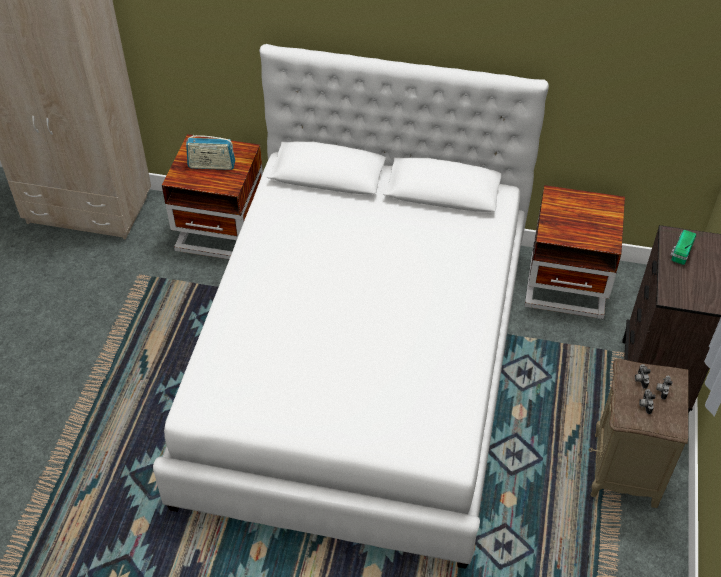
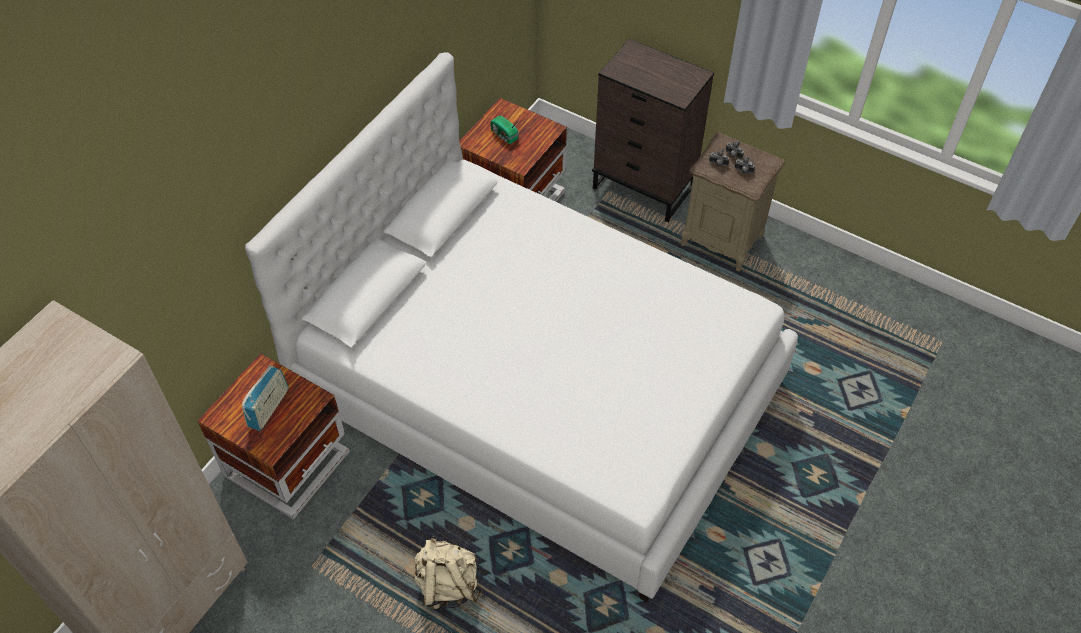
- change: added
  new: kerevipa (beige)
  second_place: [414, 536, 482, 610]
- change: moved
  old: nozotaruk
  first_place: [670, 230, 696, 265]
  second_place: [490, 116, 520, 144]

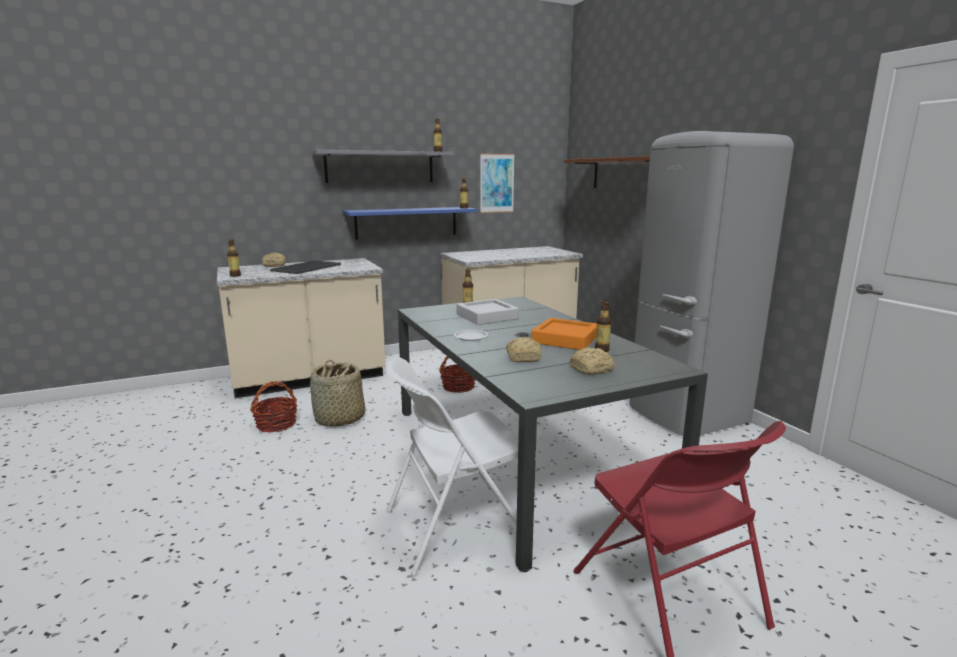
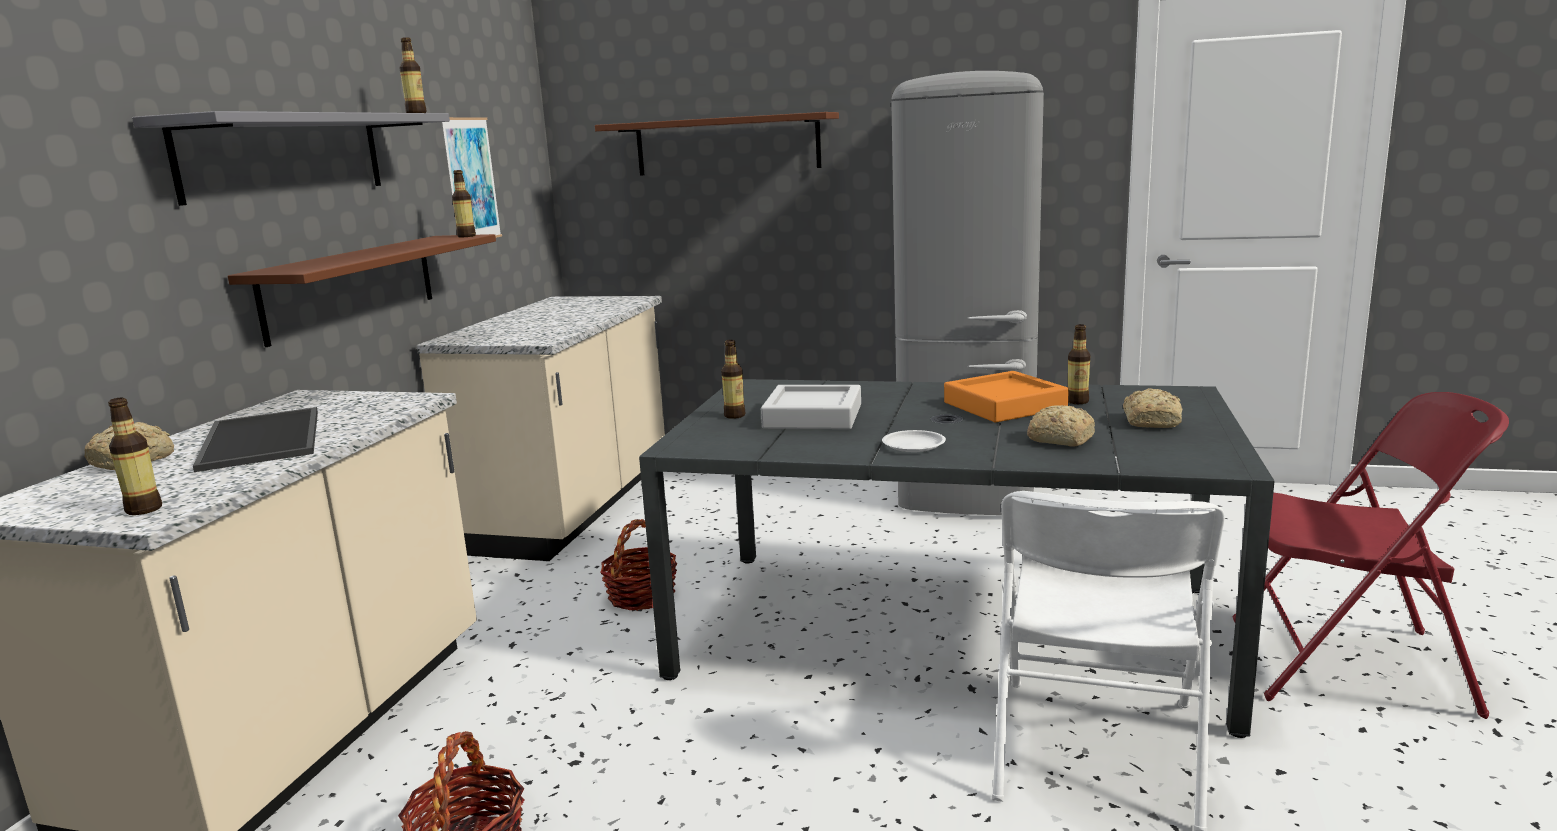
- change: removed
  old: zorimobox
  first_place: [310, 360, 365, 427]
- change: recoloured
  old: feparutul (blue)
  new: feparutul (brown)
  first_place: [343, 207, 477, 240]
  second_place: [228, 234, 496, 347]

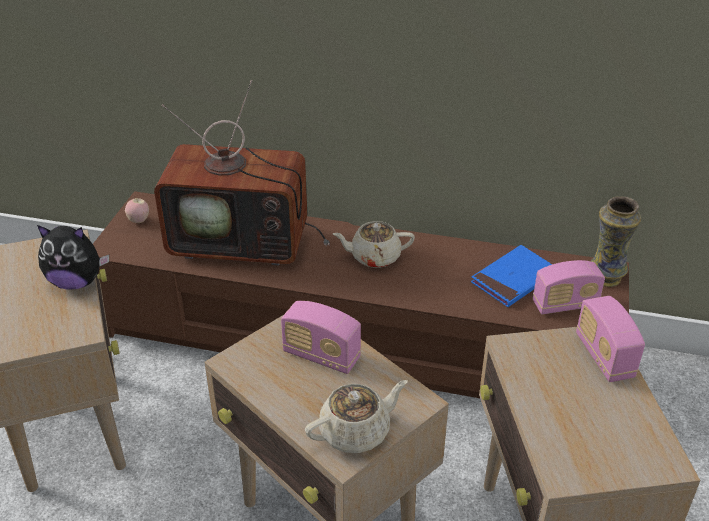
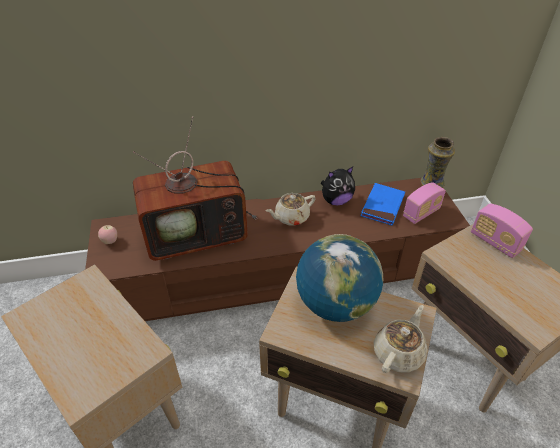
- change: moved
  old: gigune
  first_place: [37, 225, 109, 290]
  second_place: [321, 167, 355, 205]
- change: replaced
  old: nozotaruk
  new: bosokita
  first_place: [281, 301, 361, 374]
  second_place: [296, 234, 383, 322]

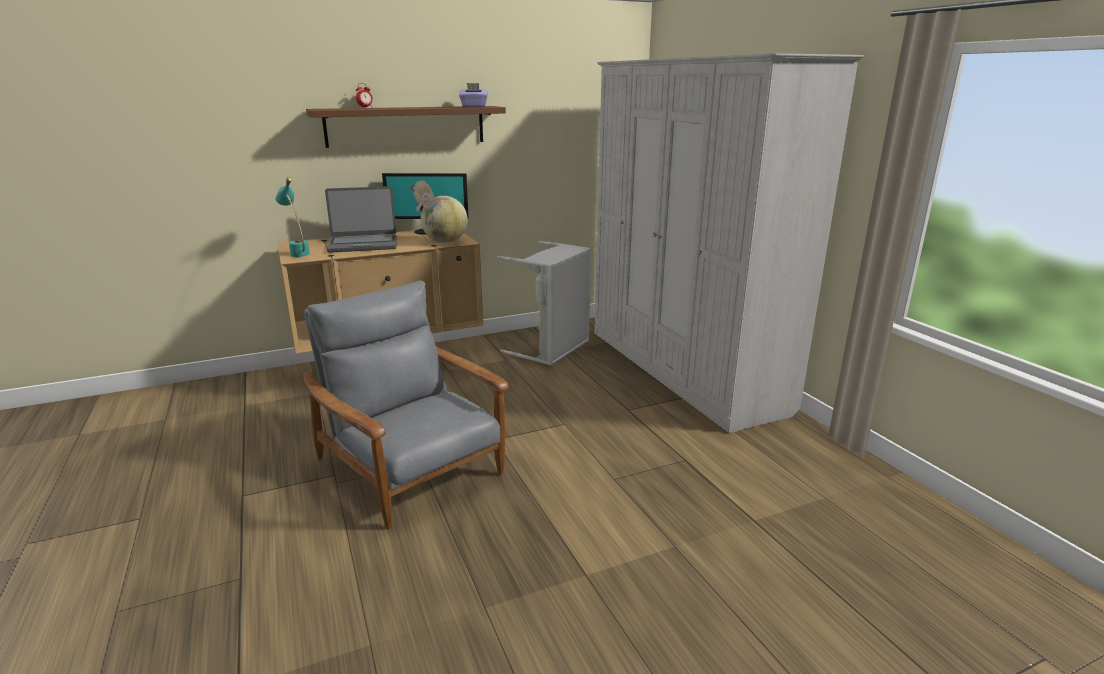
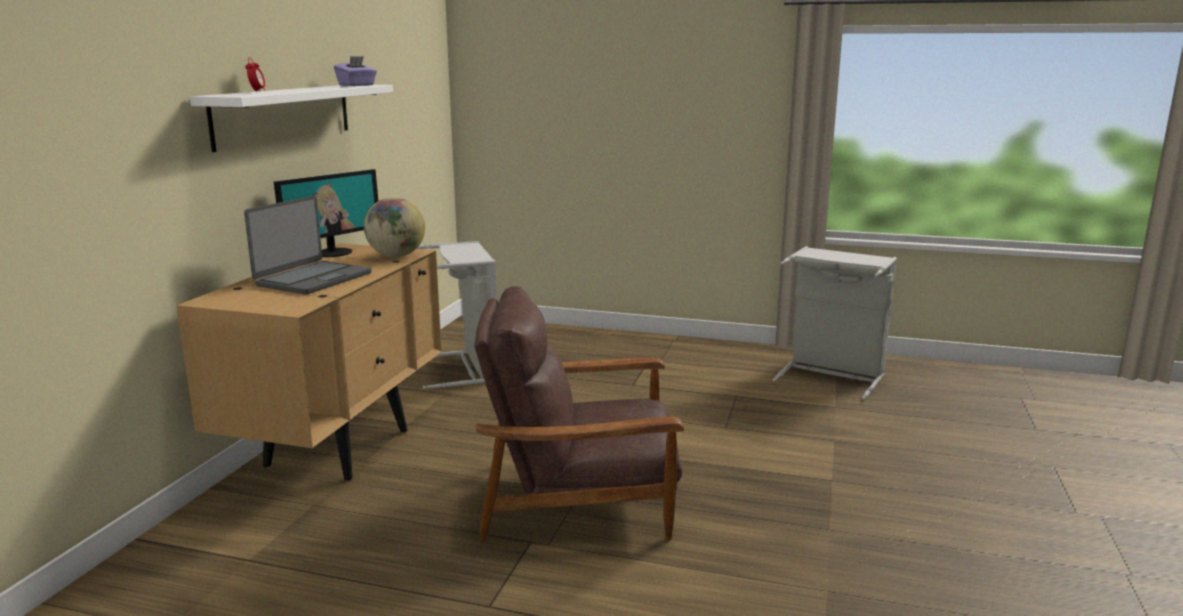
- change: removed
  old: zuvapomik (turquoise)
  first_place: [275, 177, 310, 257]
- change: removed
  old: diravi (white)
  first_place: [594, 53, 863, 433]
- change: added
  new: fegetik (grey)
  second_place: [773, 246, 897, 400]
- change: recoloured
  old: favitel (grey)
  new: favitel (brown)
  first_place: [303, 280, 509, 529]
  second_place: [474, 286, 684, 543]
- change: recoloured
  old: feparutul (brown)
  new: feparutul (white)
  first_place: [306, 106, 506, 148]
  second_place: [190, 85, 393, 152]

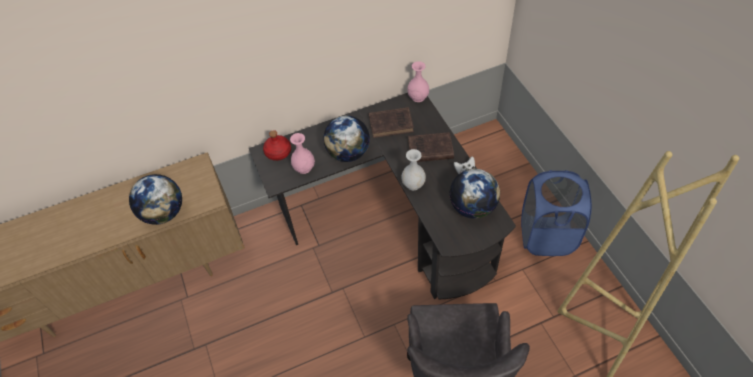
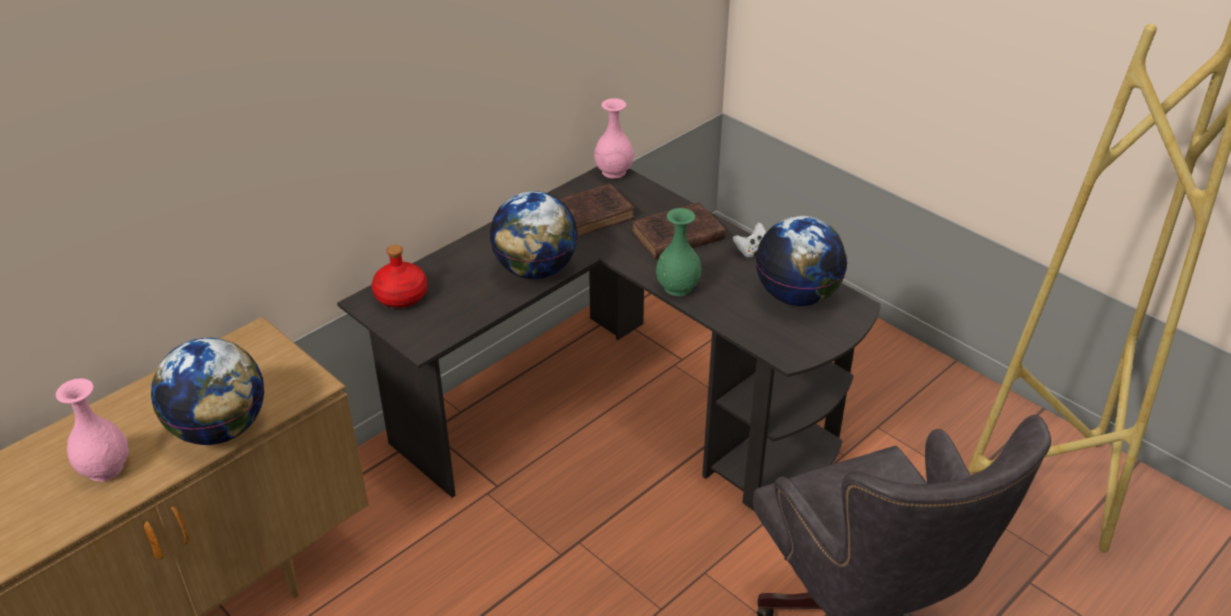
- change: removed
  old: fegetik (blue)
  first_place: [521, 170, 592, 256]
- change: moved
  old: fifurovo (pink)
  first_place: [290, 133, 315, 174]
  second_place: [56, 378, 129, 482]
- change: recoloured
  old: fifurovo (white)
  new: fifurovo (green)
  first_place: [401, 149, 426, 190]
  second_place: [656, 208, 701, 296]

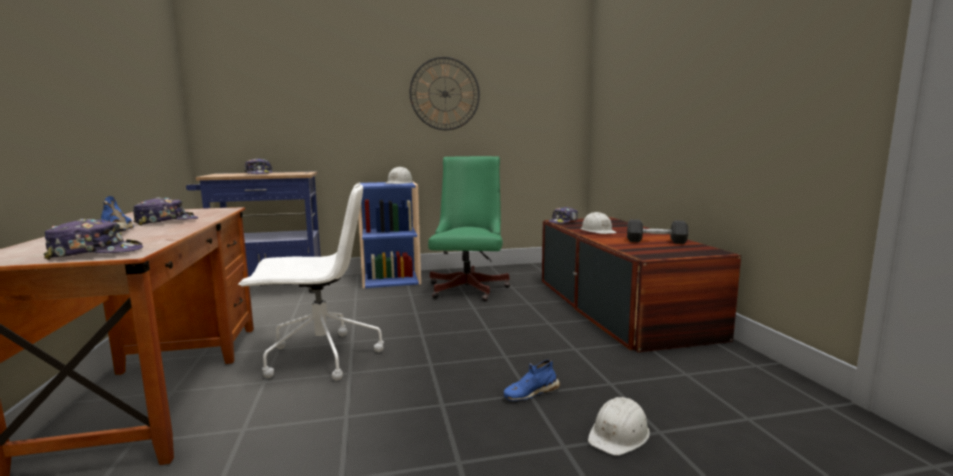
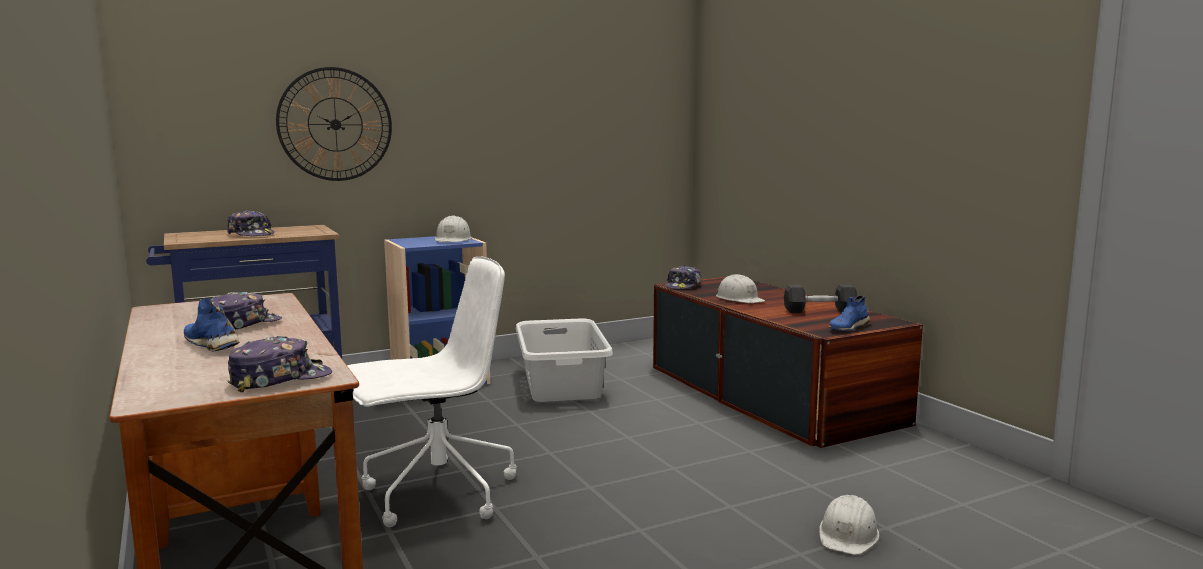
- change: moved
  old: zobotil
  first_place: [409, 57, 480, 130]
  second_place: [276, 67, 392, 181]
- change: moved
  old: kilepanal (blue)
  first_place: [503, 360, 560, 401]
  second_place: [828, 295, 871, 331]
- change: replaced
  old: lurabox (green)
  new: fegetik (grey)
  first_place: [428, 156, 510, 301]
  second_place: [516, 318, 613, 402]

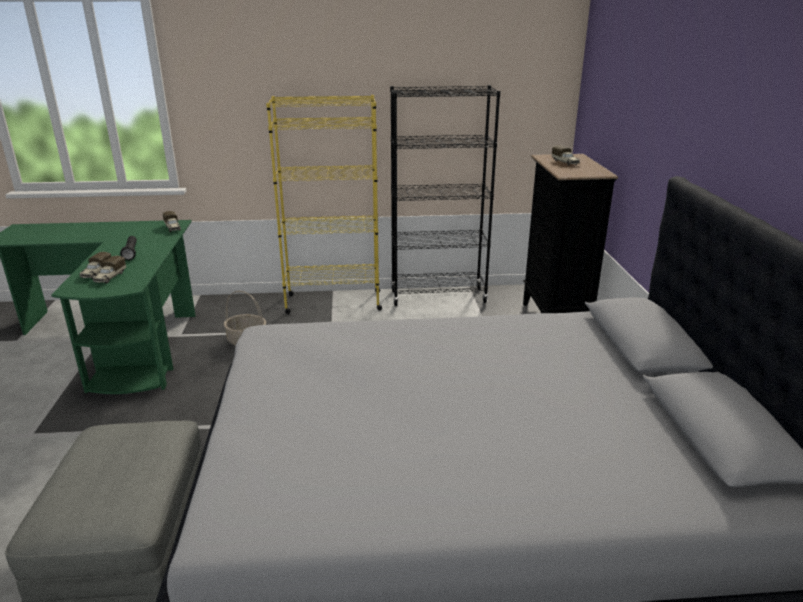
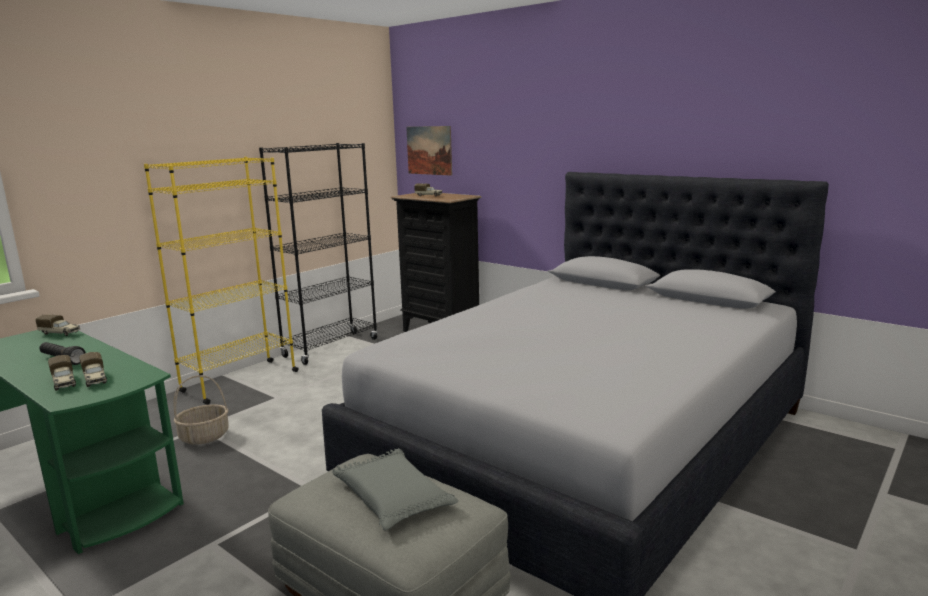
- change: added
  new: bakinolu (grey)
  second_place: [332, 448, 458, 531]
- change: added
  new: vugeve
  second_place: [406, 126, 452, 176]

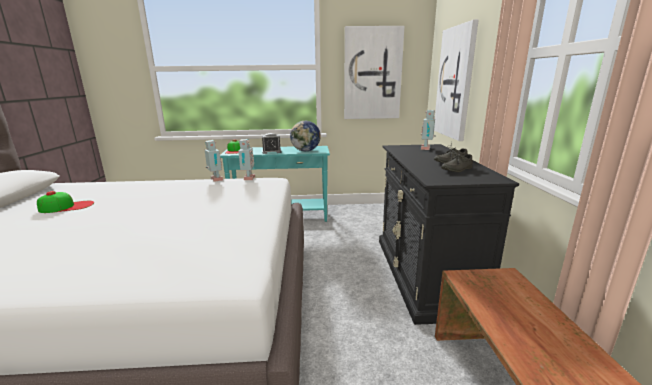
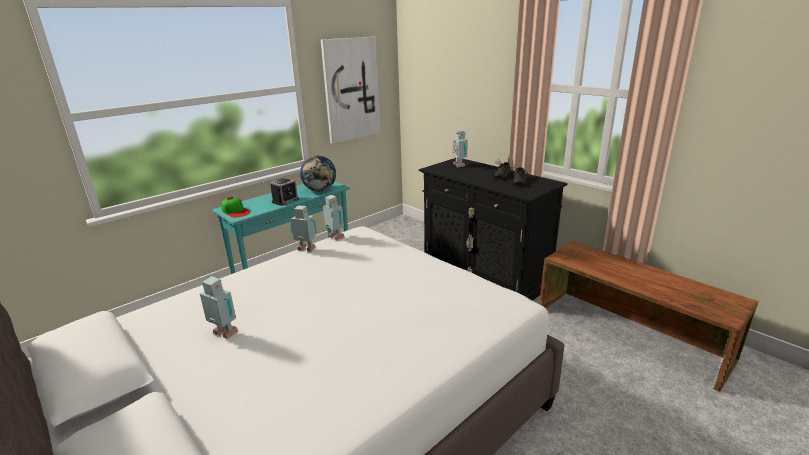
- change: removed
  old: vugeve
  first_place: [434, 19, 479, 141]
- change: replaced
  old: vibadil
  new: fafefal
  first_place: [37, 191, 94, 213]
  second_place: [200, 276, 239, 339]

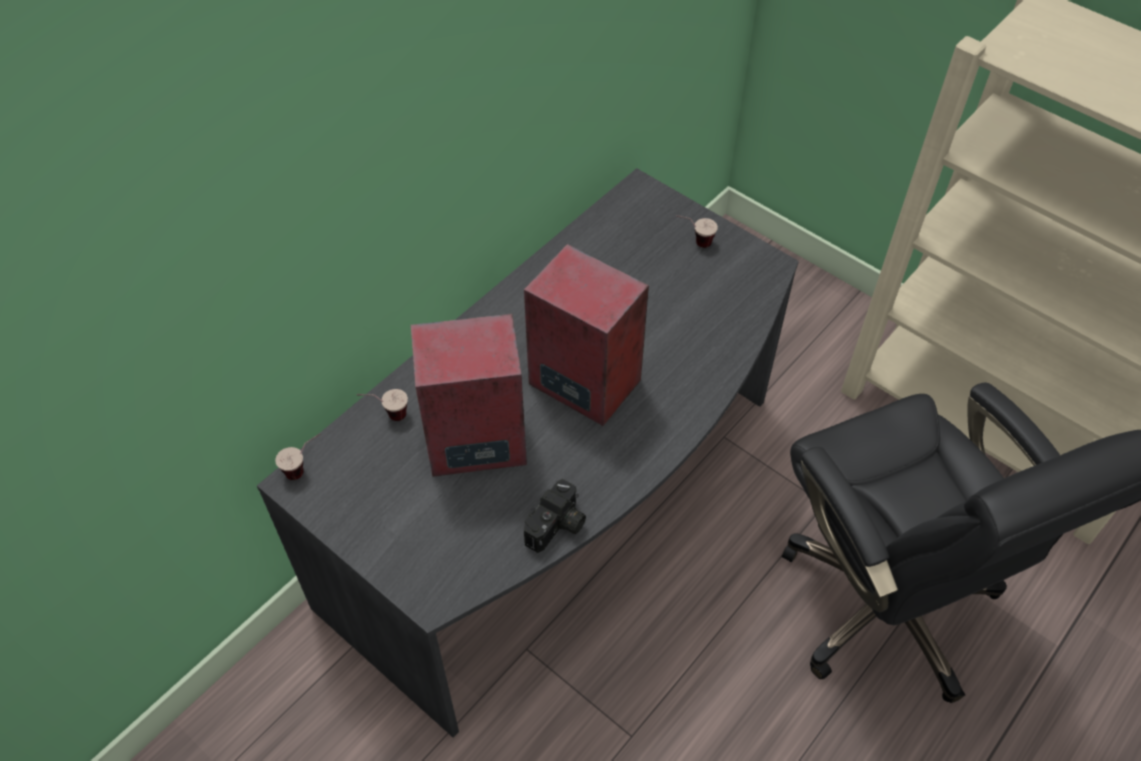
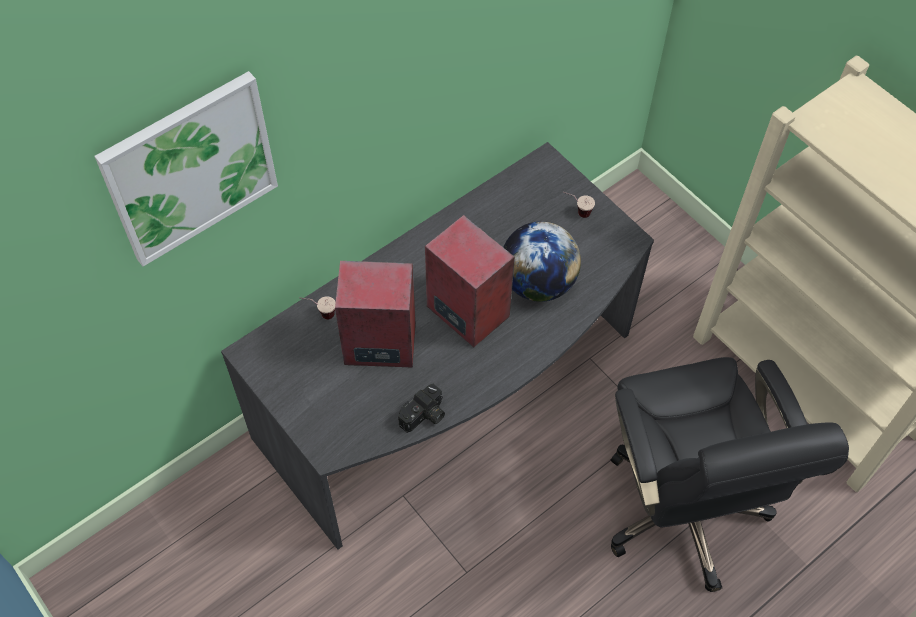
- change: removed
  old: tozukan
  first_place: [275, 433, 320, 480]
- change: added
  new: vugeve
  second_place: [94, 71, 278, 266]
- change: added
  new: bosokita
  second_place: [503, 221, 581, 302]

